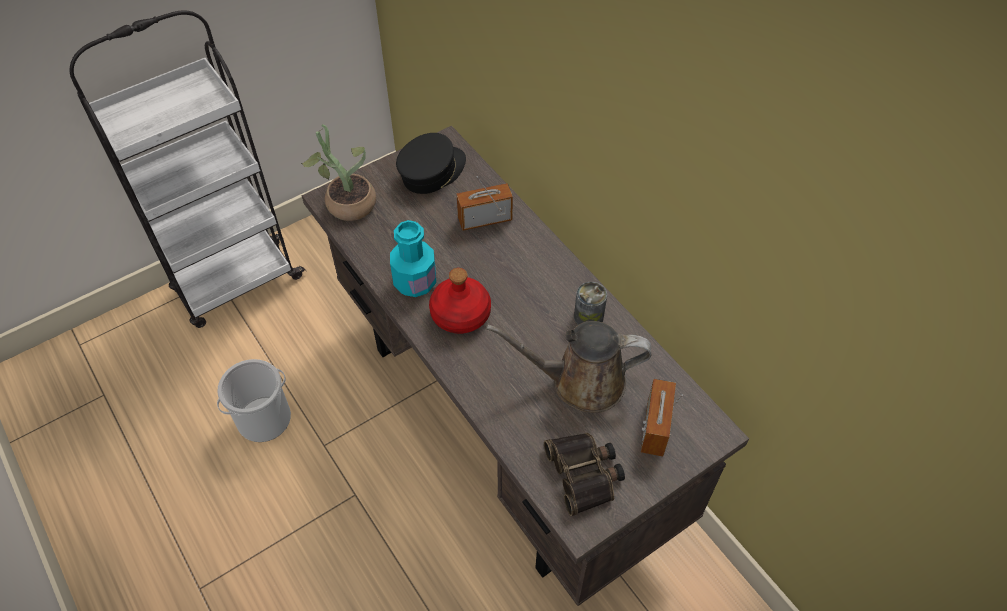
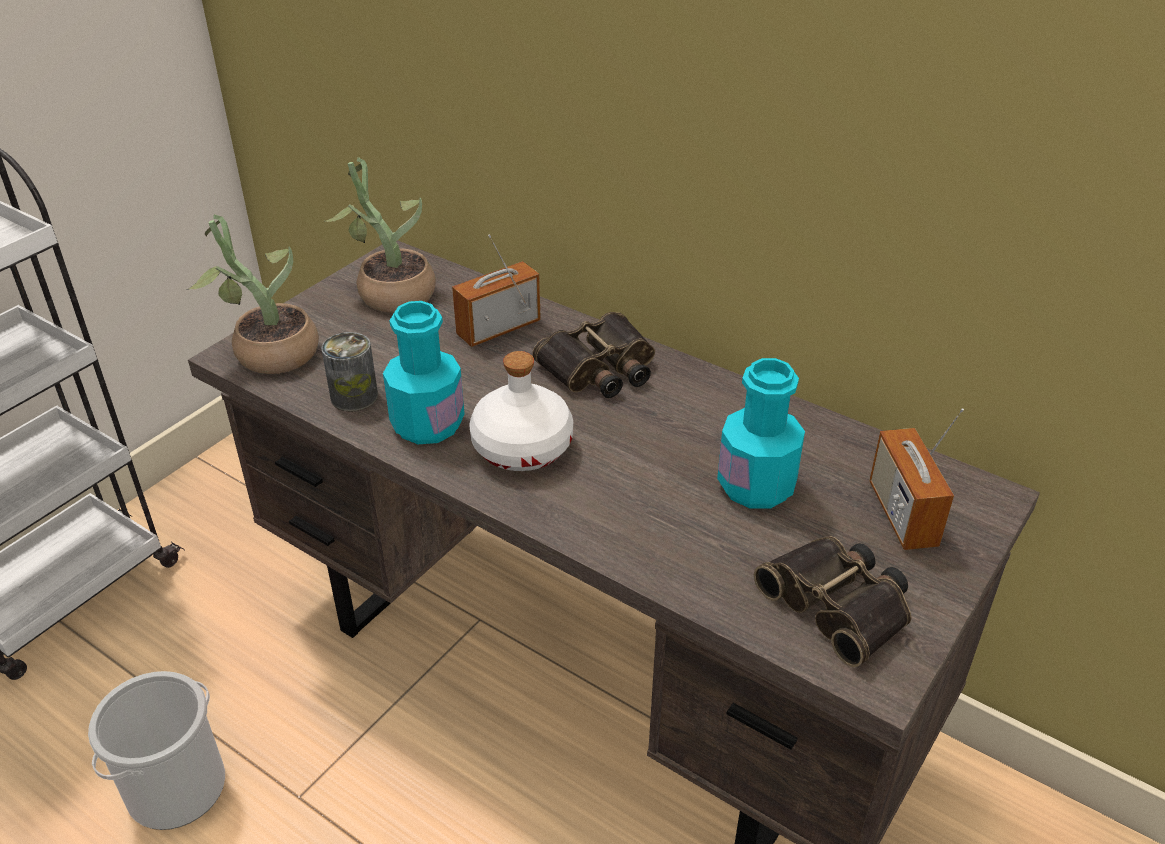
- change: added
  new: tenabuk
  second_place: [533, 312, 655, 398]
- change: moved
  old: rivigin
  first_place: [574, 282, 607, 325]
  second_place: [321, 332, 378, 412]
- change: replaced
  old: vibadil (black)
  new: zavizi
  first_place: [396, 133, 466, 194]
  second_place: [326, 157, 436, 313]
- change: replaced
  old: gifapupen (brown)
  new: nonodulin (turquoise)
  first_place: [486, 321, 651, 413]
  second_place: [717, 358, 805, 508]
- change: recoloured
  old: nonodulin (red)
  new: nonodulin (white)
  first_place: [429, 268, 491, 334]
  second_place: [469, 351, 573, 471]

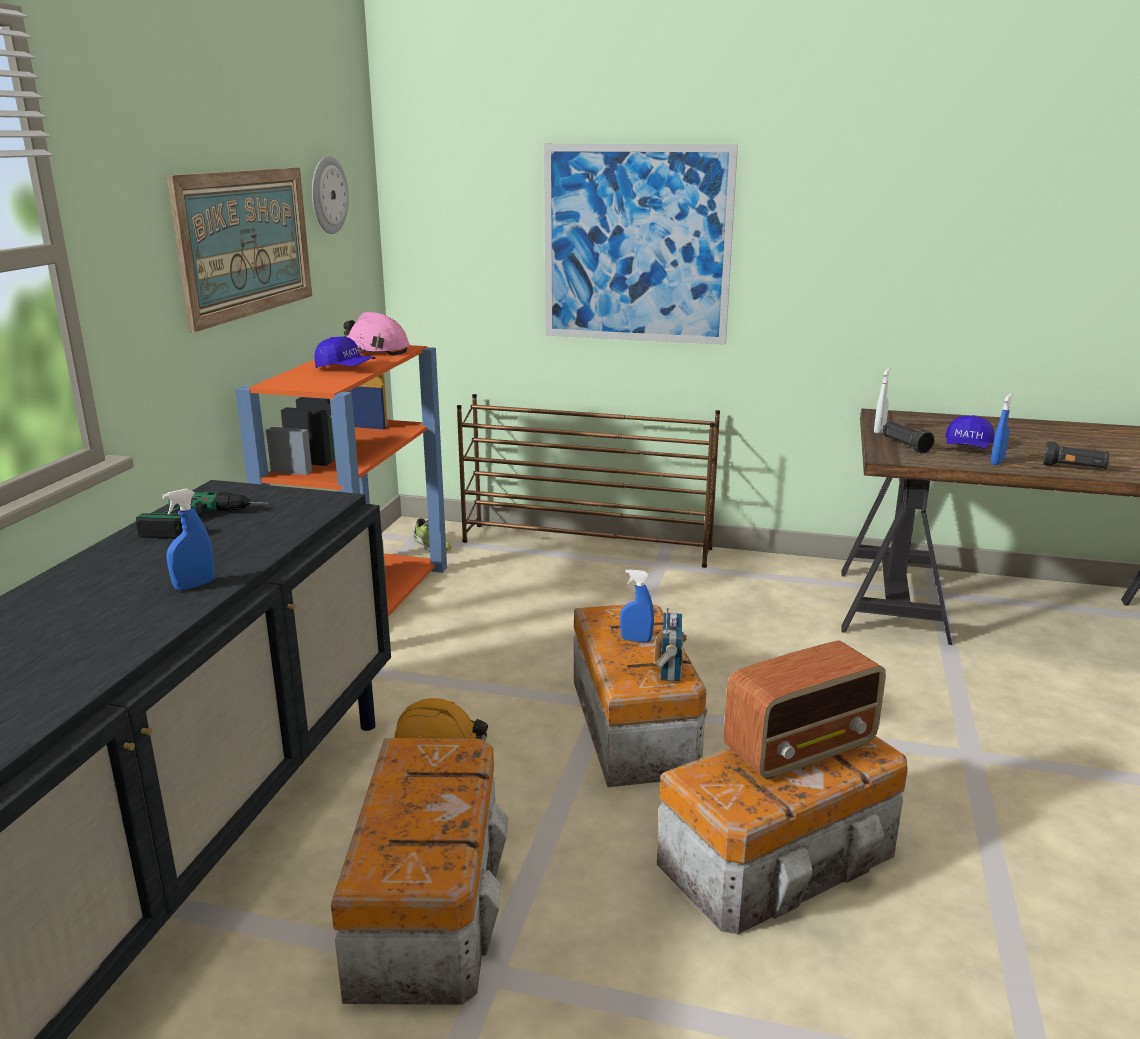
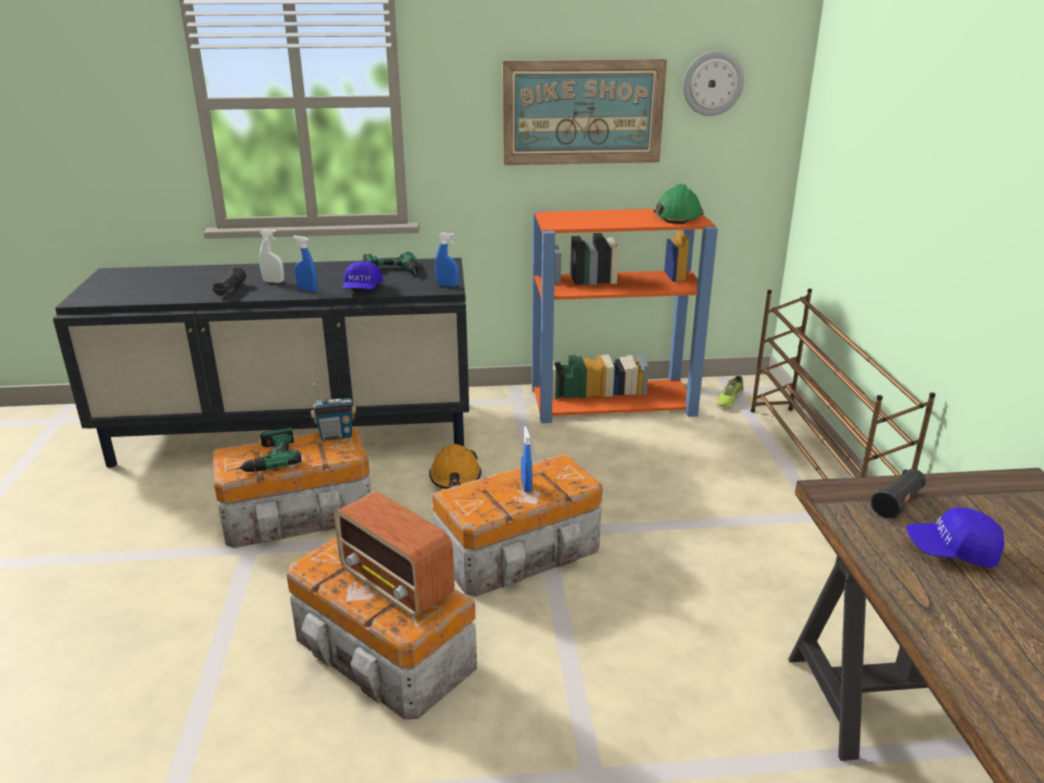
- change: removed
  old: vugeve
  first_place: [544, 144, 738, 345]
- change: added
  new: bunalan
  second_place: [226, 427, 302, 472]
- change: moved
  old: vibadil (blue)
  first_place: [315, 336, 376, 368]
  second_place: [343, 261, 383, 289]
- change: moved
  old: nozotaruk
  first_place: [654, 606, 687, 682]
  second_place: [311, 383, 356, 441]
- change: moved
  old: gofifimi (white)
  first_place: [874, 368, 890, 434]
  second_place: [259, 229, 284, 283]
- change: moved
  old: gofifimi (blue)
  first_place: [991, 393, 1013, 465]
  second_place: [435, 232, 458, 287]
- change: moved
  old: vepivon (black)
  first_place: [1043, 441, 1110, 469]
  second_place: [213, 266, 246, 296]
- change: recoloured
  old: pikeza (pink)
  new: pikeza (green)
  first_place: [343, 312, 410, 356]
  second_place: [653, 184, 704, 224]

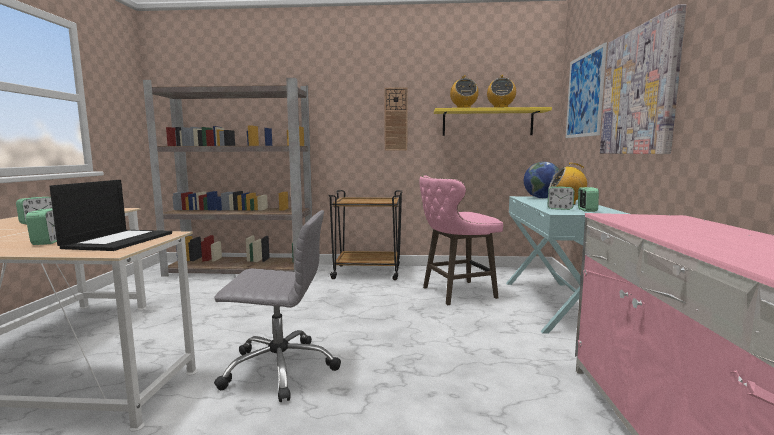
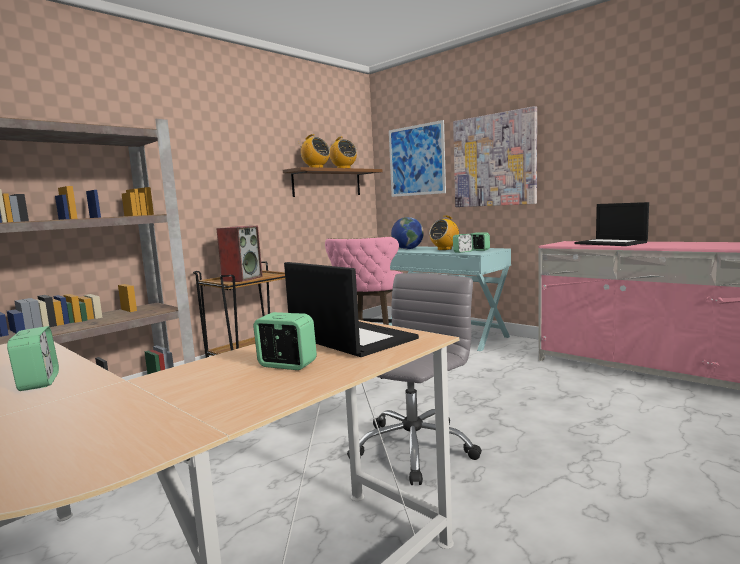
- change: removed
  old: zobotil
  first_place: [384, 87, 408, 151]
- change: added
  new: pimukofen
  second_place: [216, 226, 263, 282]
- change: added
  new: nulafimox
  second_place: [575, 202, 649, 246]
- change: recoloured
  old: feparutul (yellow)
  new: feparutul (brown)
  first_place: [434, 107, 552, 136]
  second_place: [283, 167, 383, 197]

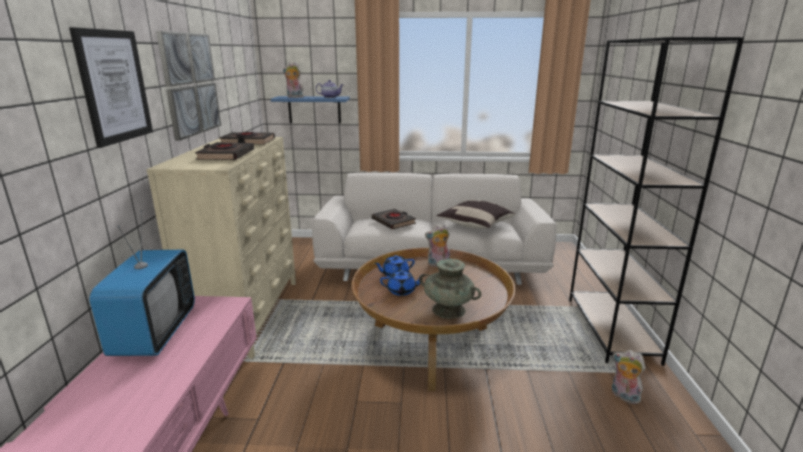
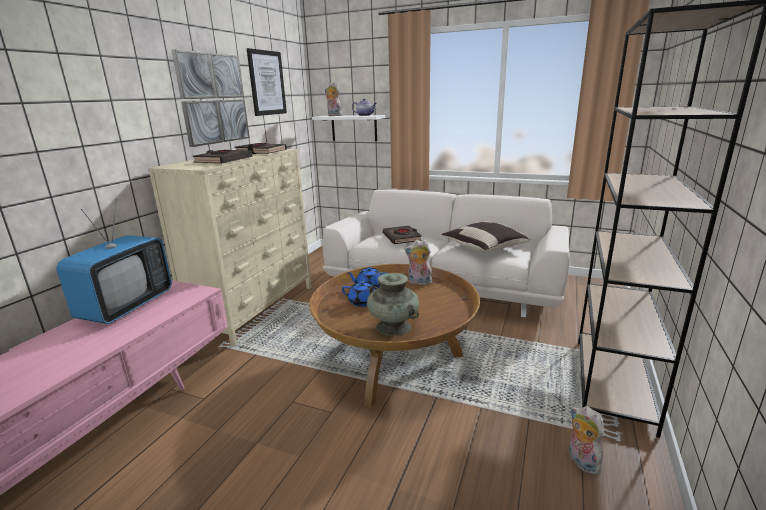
- change: moved
  old: vugeve
  first_place: [69, 27, 153, 148]
  second_place: [247, 48, 287, 116]
- change: recoloured
  old: feparutul (blue)
  new: feparutul (white)
  first_place: [271, 96, 350, 123]
  second_place: [312, 115, 385, 141]

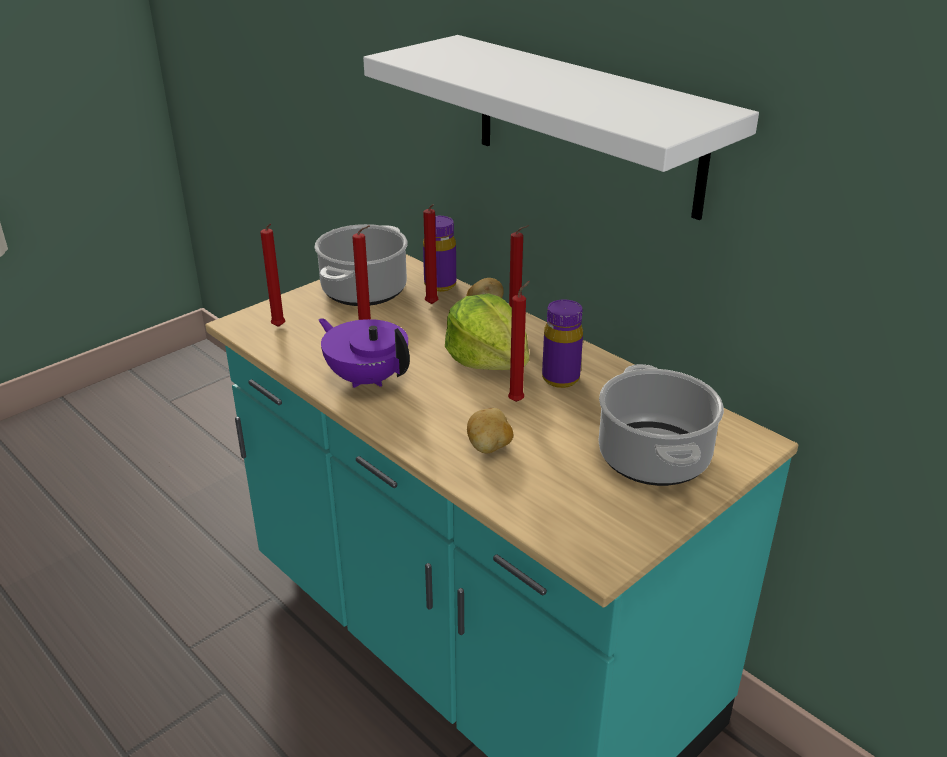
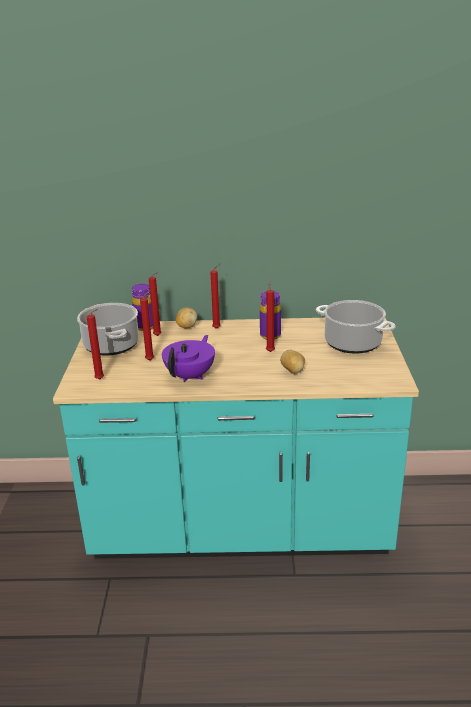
- change: removed
  old: feparutul (white)
  first_place: [363, 35, 759, 220]
- change: removed
  old: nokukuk
  first_place: [445, 294, 529, 370]
- change: turned
  old: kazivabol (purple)
  first_place: [318, 318, 410, 388]
  second_place: [162, 335, 215, 382]
  degrees: 120

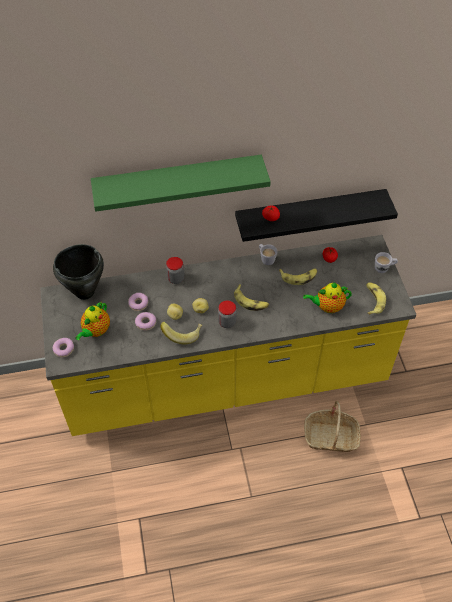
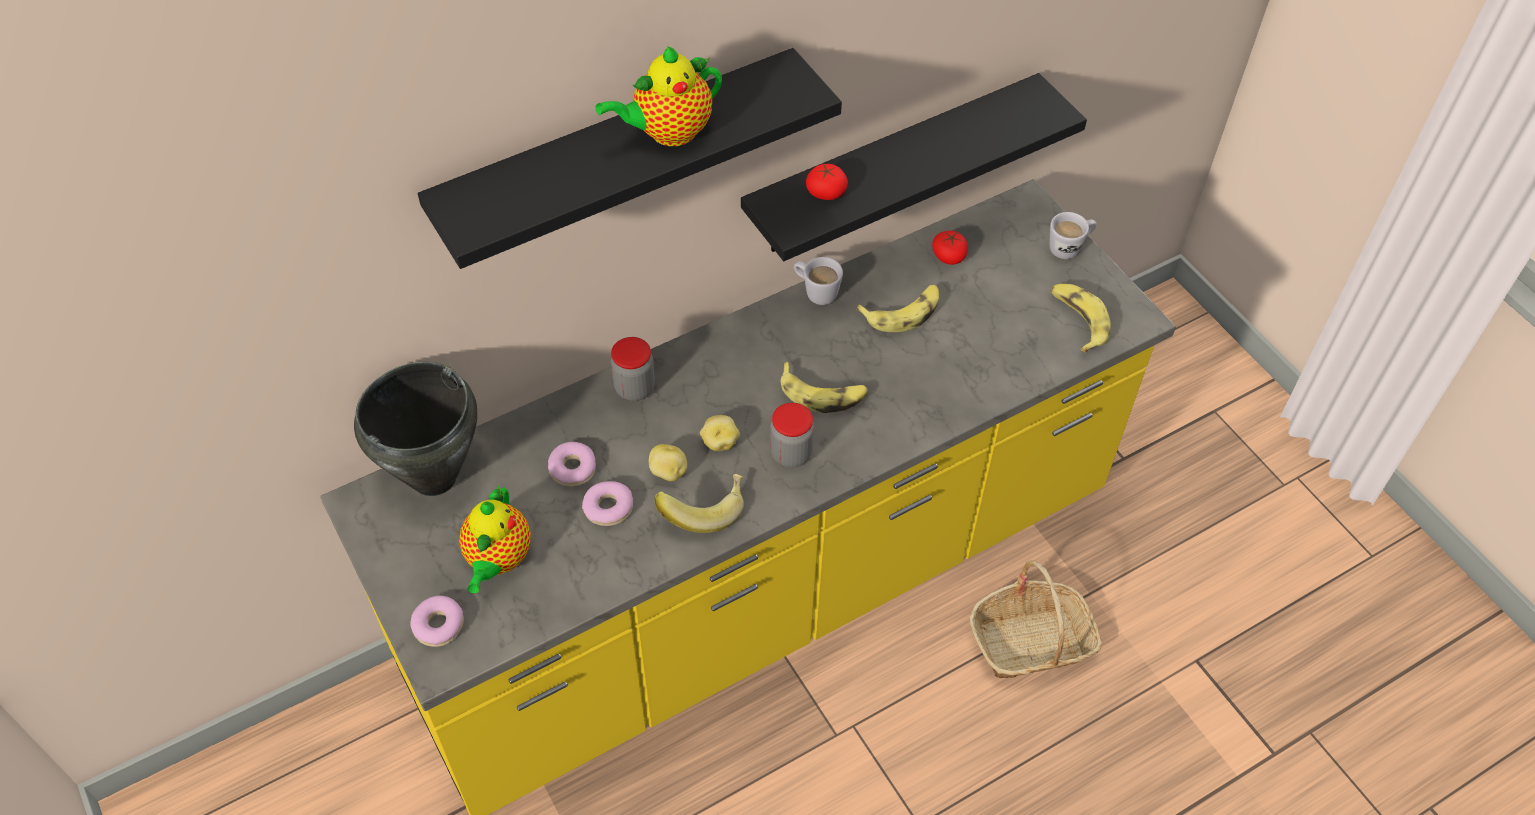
- change: moved
  old: kazivabol
  first_place: [303, 283, 352, 313]
  second_place: [596, 46, 722, 146]
- change: recoloured
  old: feparutul (green)
  new: feparutul (black)
  first_place: [91, 155, 271, 212]
  second_place: [418, 48, 842, 269]

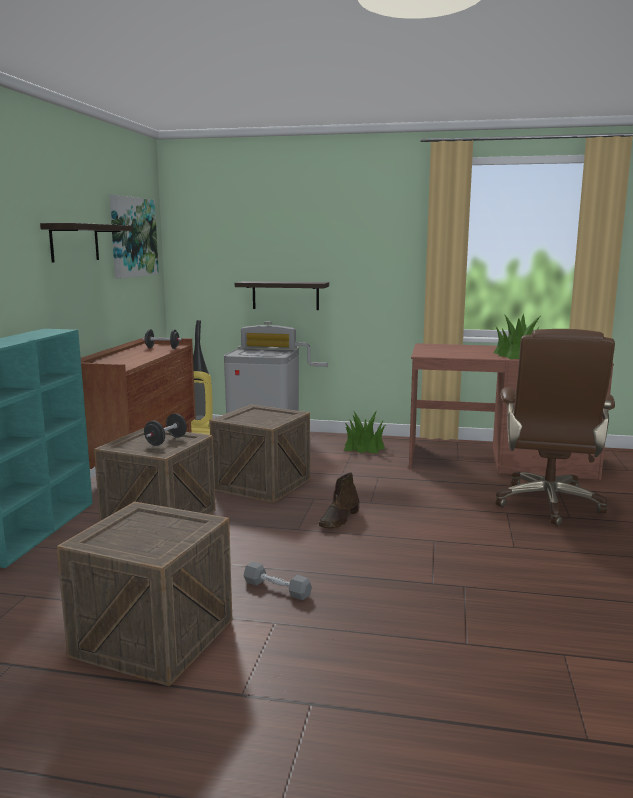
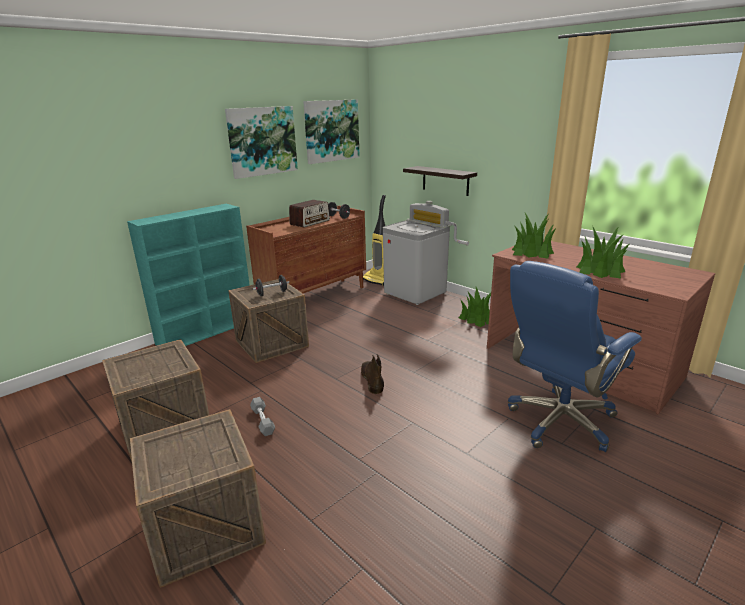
- change: added
  new: nozotaruk
  second_place: [289, 200, 330, 228]
- change: added
  new: zavizi
  second_place: [512, 213, 556, 258]
- change: moved
  old: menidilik
  first_place: [210, 404, 310, 503]
  second_place: [130, 409, 266, 588]
- change: replaced
  old: feparutul
  new: vugeve
  first_place: [40, 223, 132, 263]
  second_place: [225, 106, 298, 179]
- change: recoloured
  old: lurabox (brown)
  new: lurabox (blue)
  first_place: [496, 329, 615, 526]
  second_place: [508, 261, 642, 452]
- change: turned
  old: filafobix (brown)
  first_place: [319, 472, 360, 529]
  second_place: [361, 355, 384, 394]
  degrees: 105

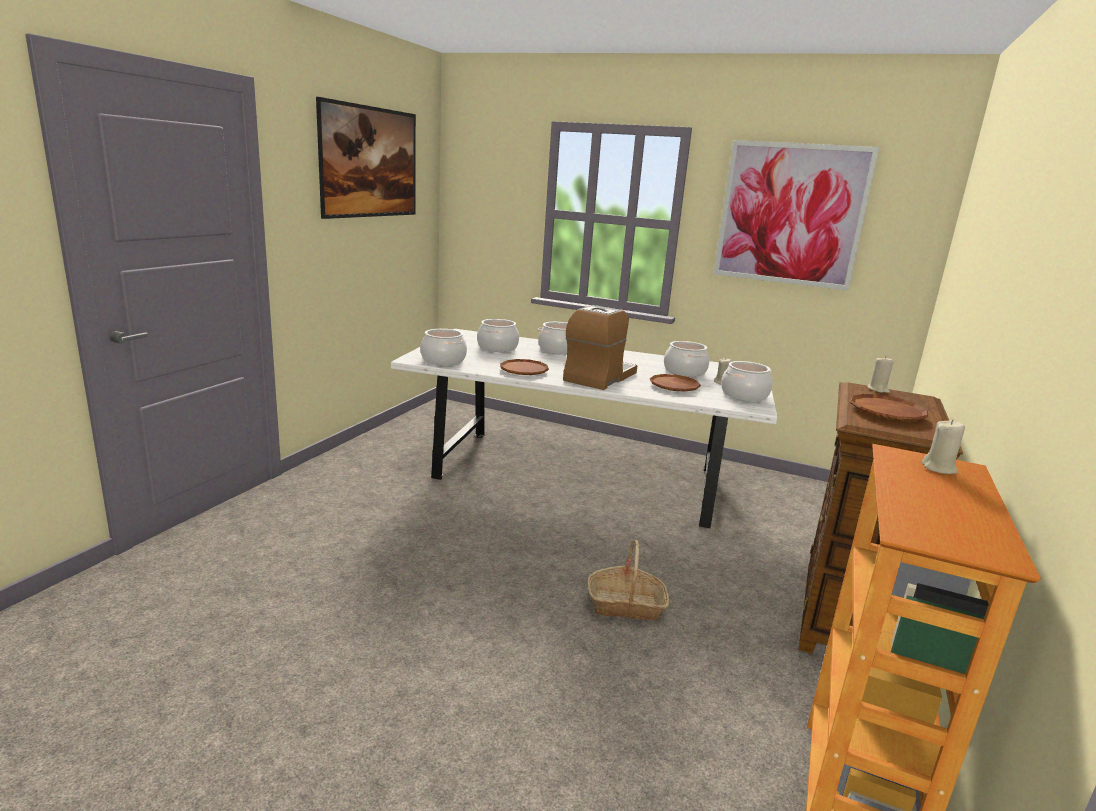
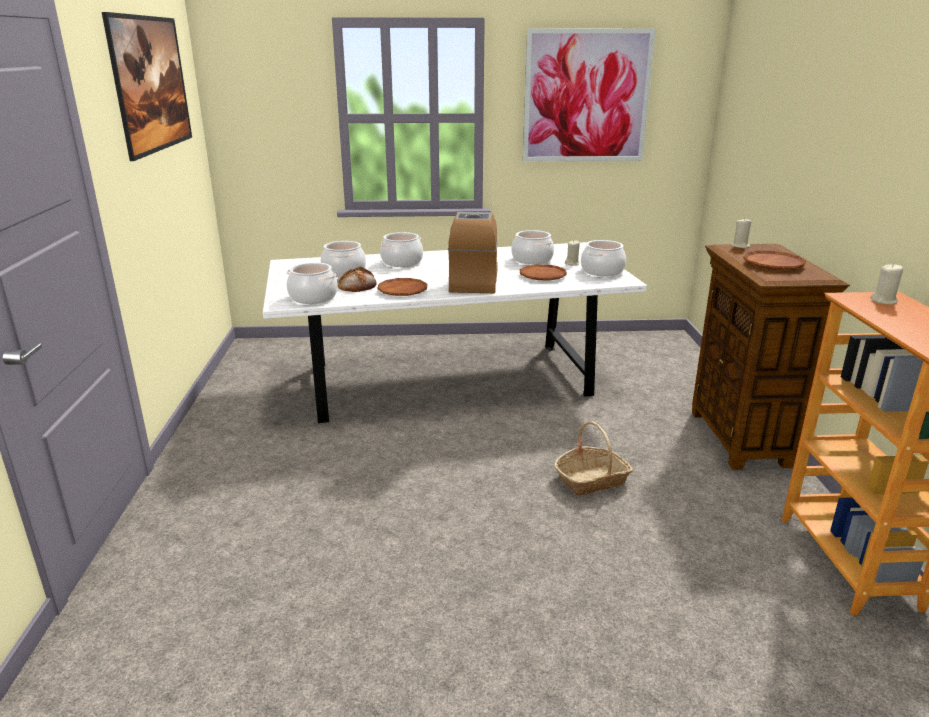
- change: added
  new: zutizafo
  second_place: [337, 267, 376, 292]

